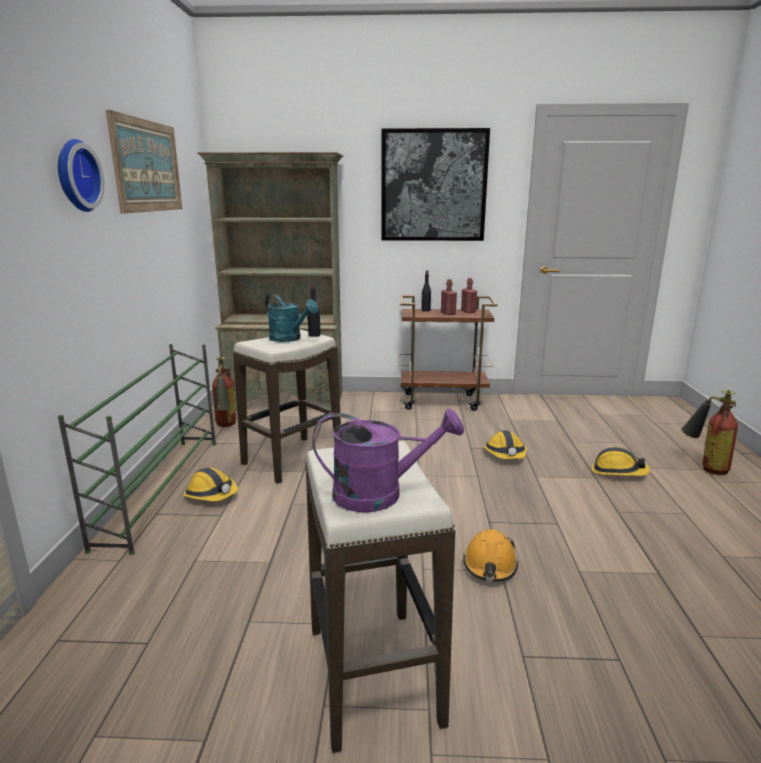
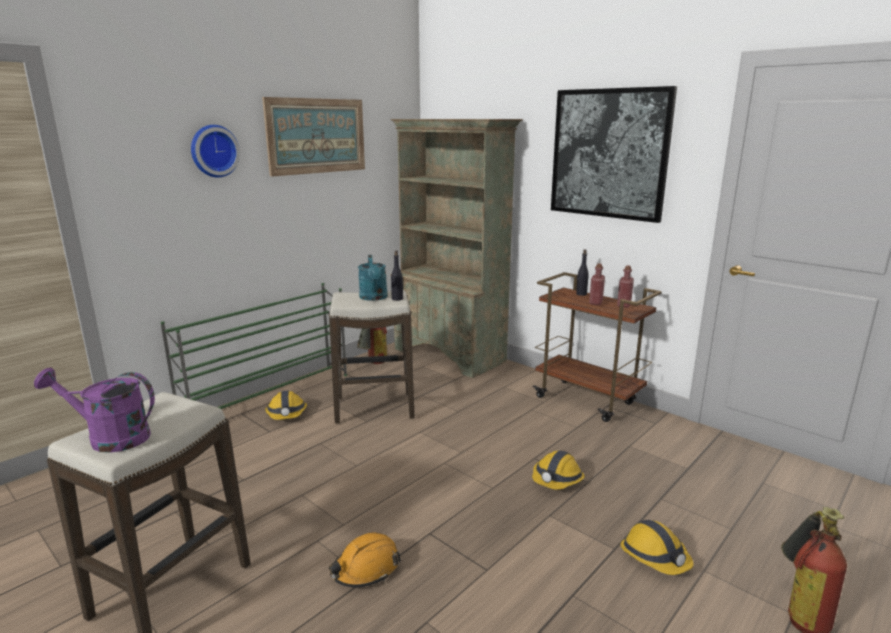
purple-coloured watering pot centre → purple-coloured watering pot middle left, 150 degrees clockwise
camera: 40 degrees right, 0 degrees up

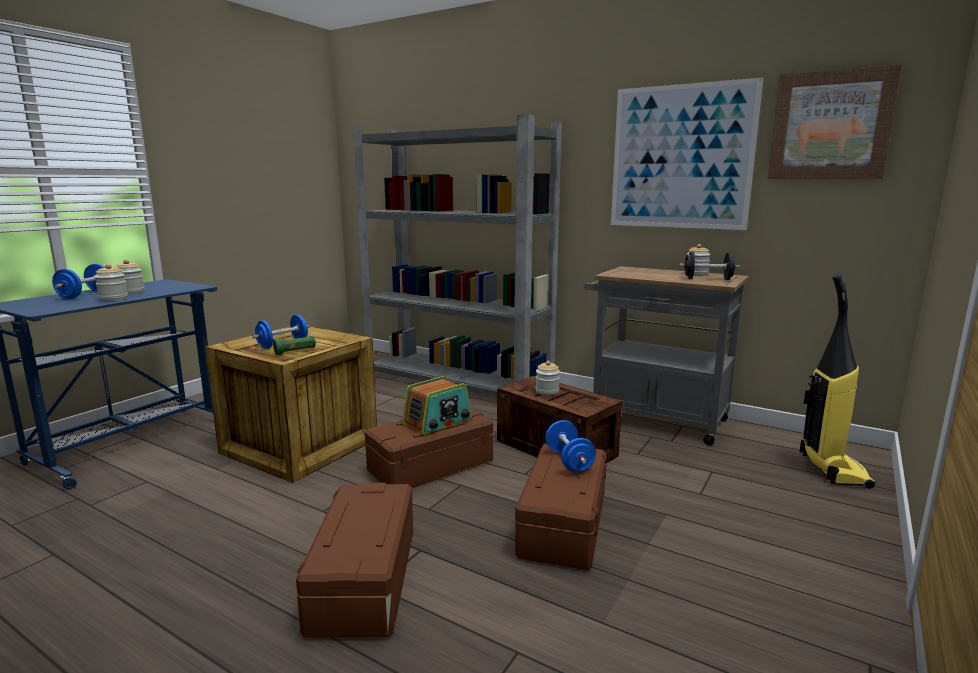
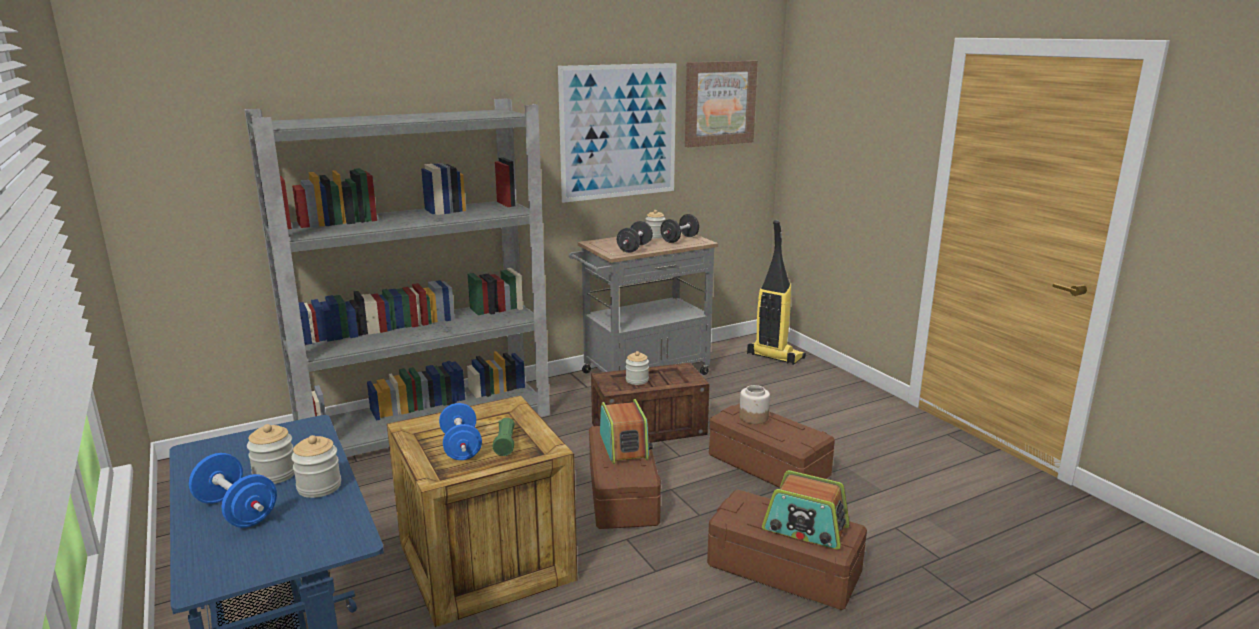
- → black free weight (1st from left) centre
- → radio (2nd from left) bottom centre
blue-coloured free weight (3rd from left) centre → jar (5th from left) centre
camera: 60 degrees left, 5 degrees up

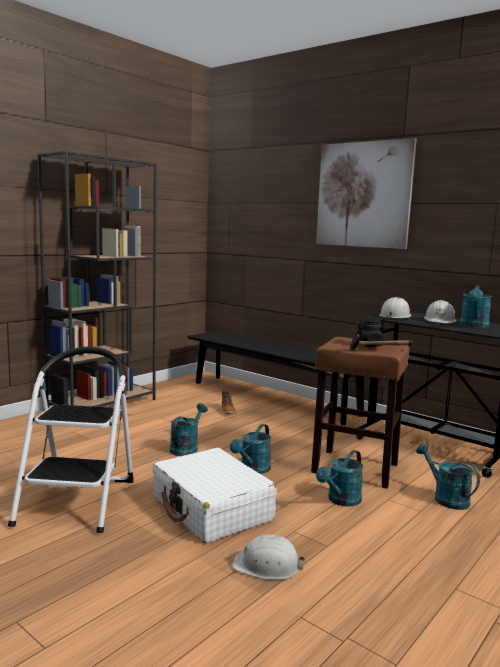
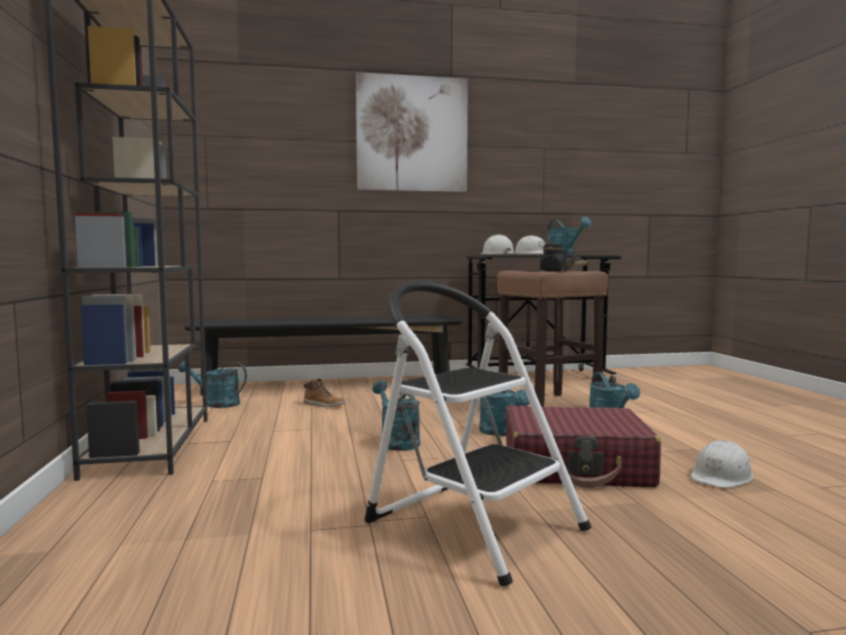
blue-green watering pot (4th from left in the first image) bottom right → blue-green watering pot (1st from left) middle left, move
white suitcase bottom centre → red-coloured suitcase bottom right
camera: 50 degrees left, 5 degrees down

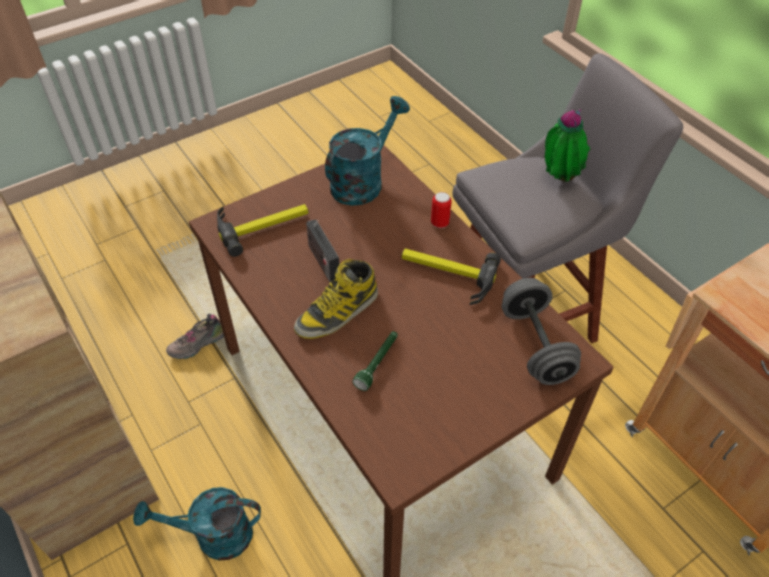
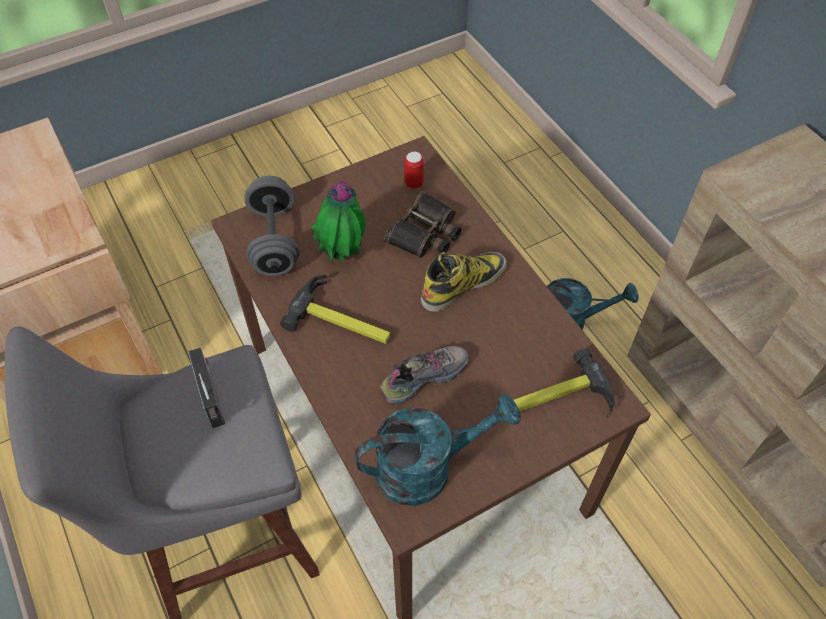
low shoe middle left → low shoe centre, move
radio centre → radio middle left, move
sealed can centre → sealed can top centre, move
potted plant top right → potted plant centre, move
greenish hand torch centre → field glasses centre
blue-green watering pot (2nd from left in the first image) top centre → blue-green watering pot (1st from left) bottom centre, 150 degrees counterclockwise
camera: 175 degrees left, 5 degrees up

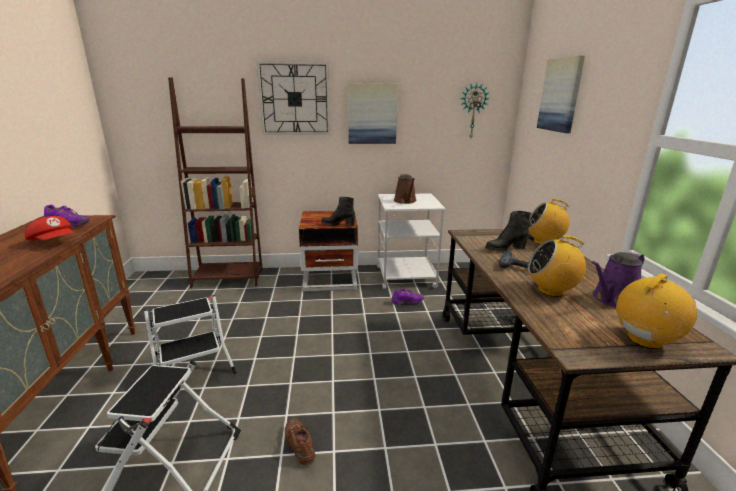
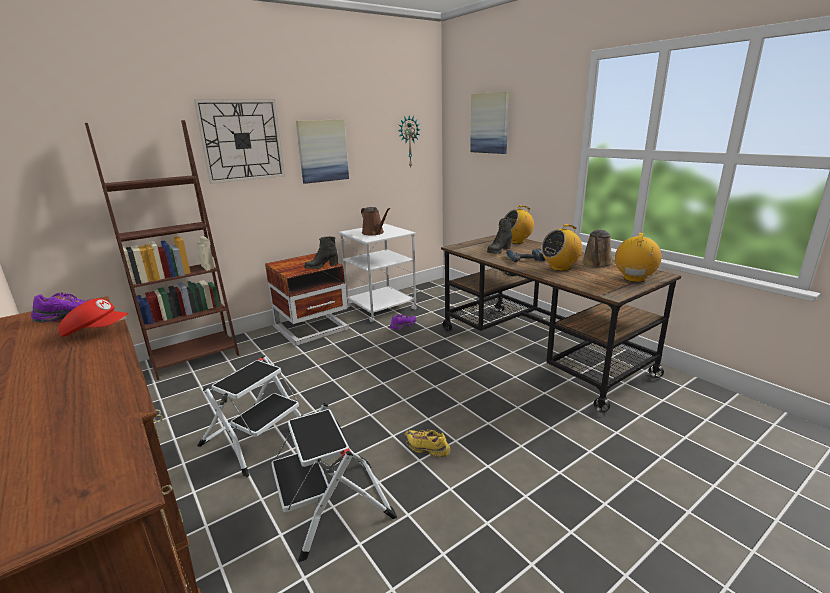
brownish low shoe bottom centre → yellow low shoe bottom centre
purple-coloured watering pot middle right → brownish watering pot (2nd from left) middle right
camera: 30 degrees left, 0 degrees up

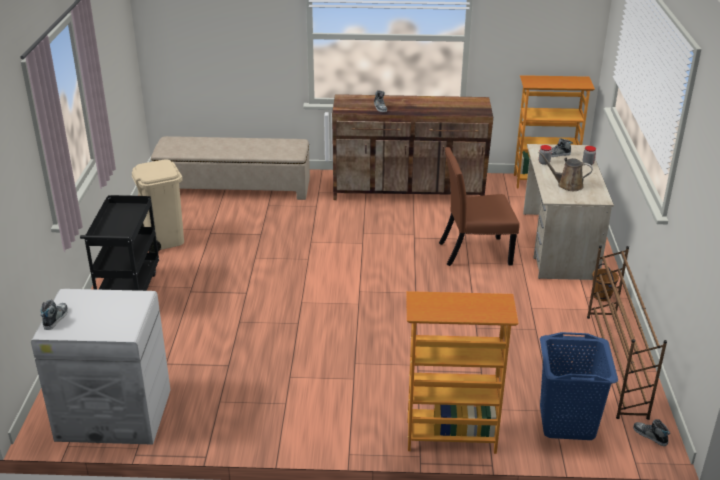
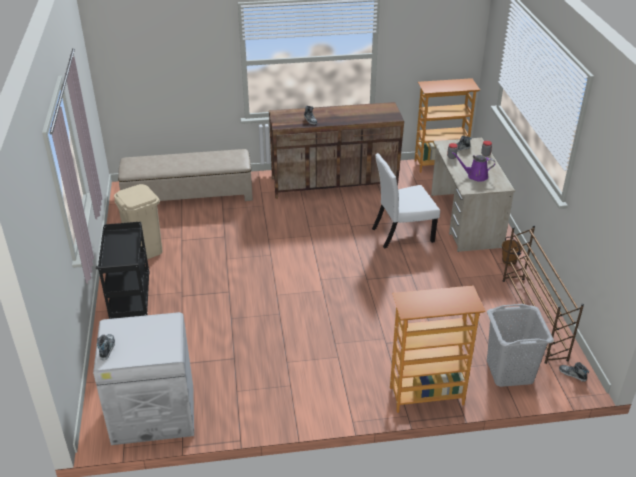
brownish upright chair centre → white upright chair centre
brownish watering pot middle right → purple-coloured watering pot middle right
blue-coloured hamper bottom right → greyish hamper bottom right
camera: 10 degrees left, 5 degrees up

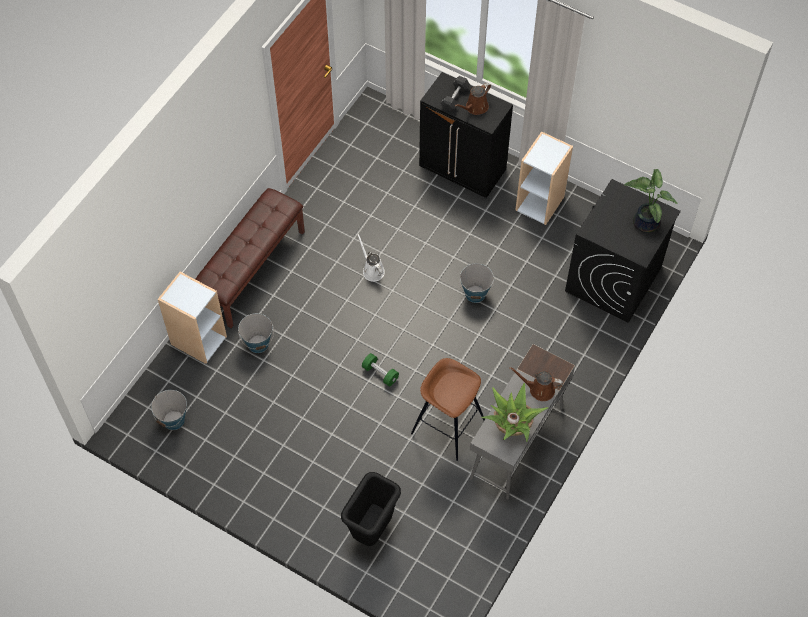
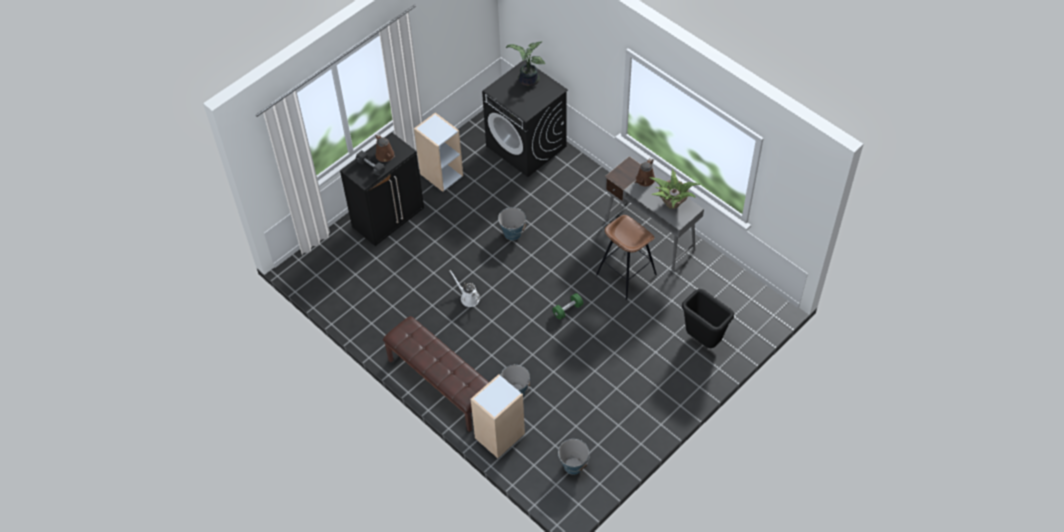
white watering pot centre, 60 degrees clockwise
camera: 75 degrees left, 5 degrees down

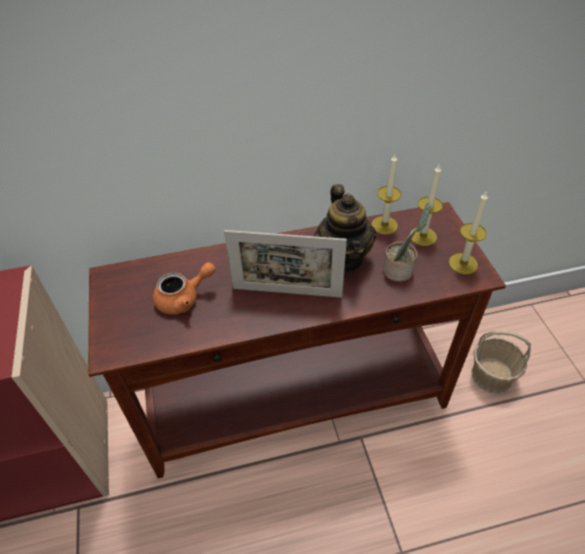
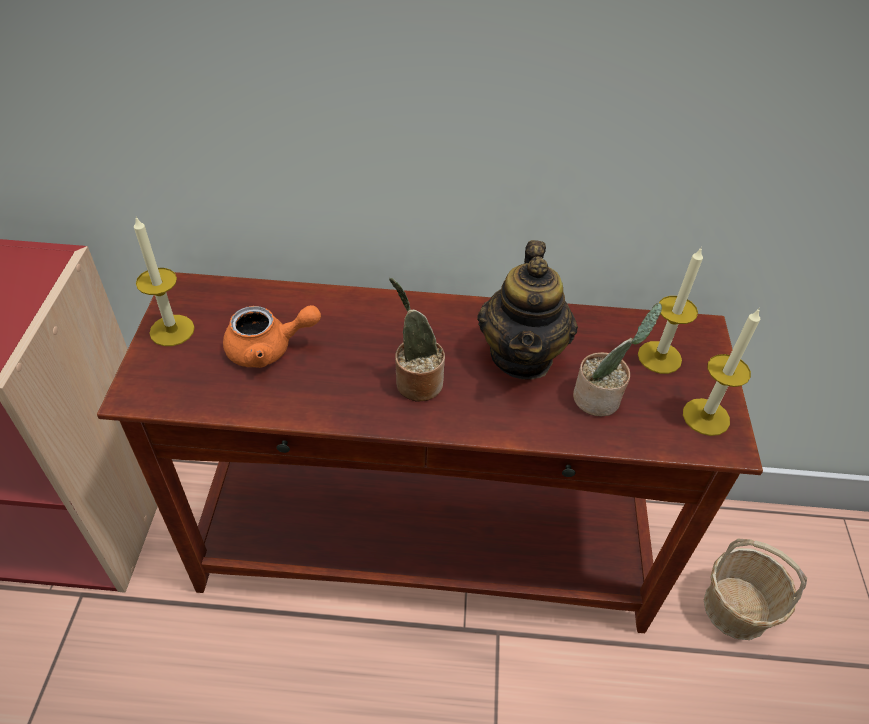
wax light (1st from left) centre → wax light (1st from left) middle left, move
standing frame centre → potted plant (1st from left) centre
camera: 15 degrees right, 0 degrees up

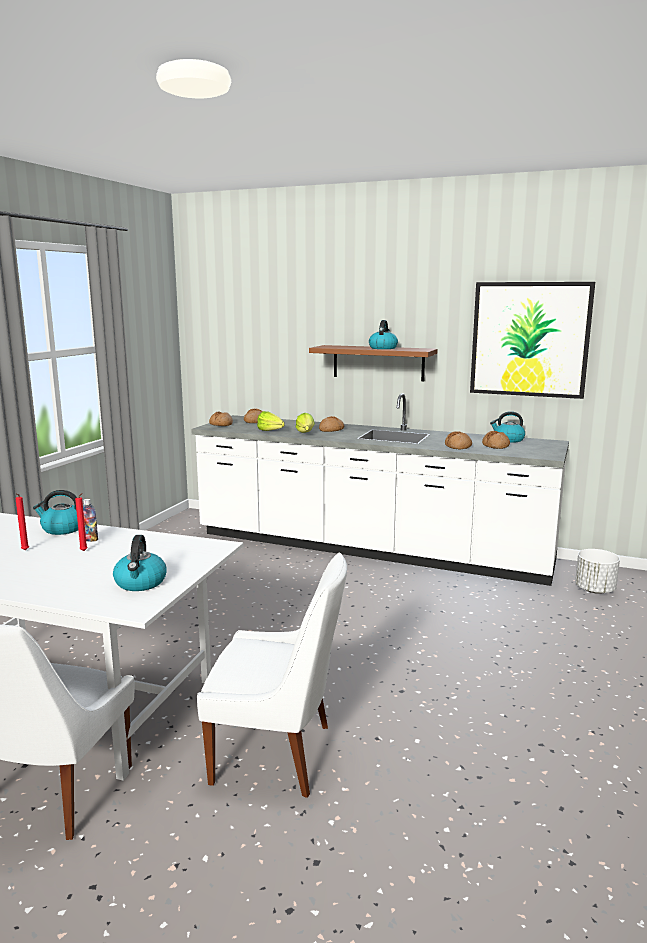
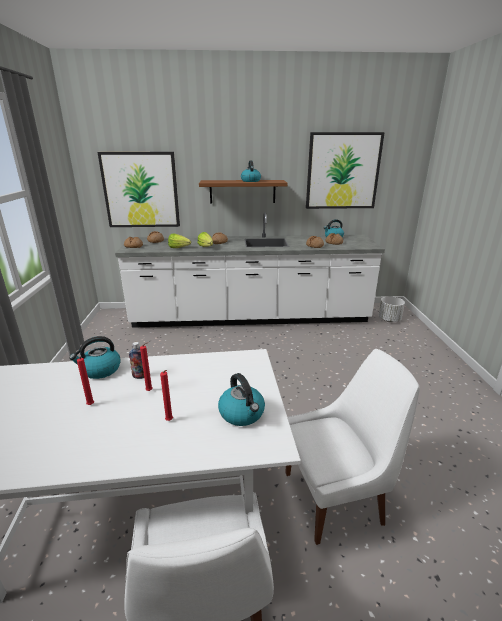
- → picture (1st from left) top left
- → red-coloured wax light (3rd from left) middle left
camera: 25 degrees left, 10 degrees up

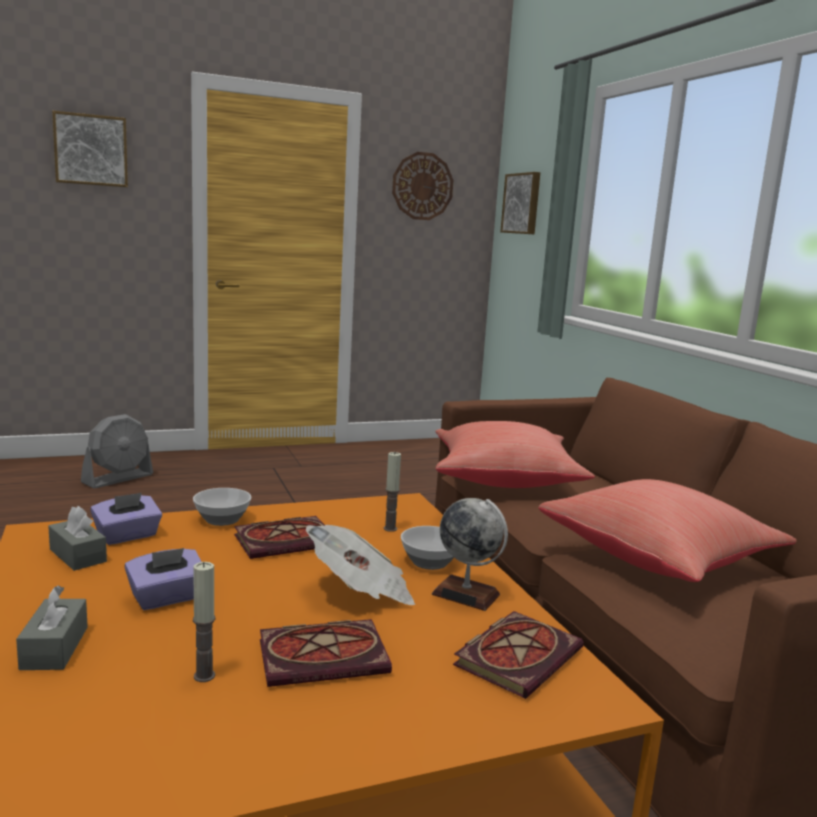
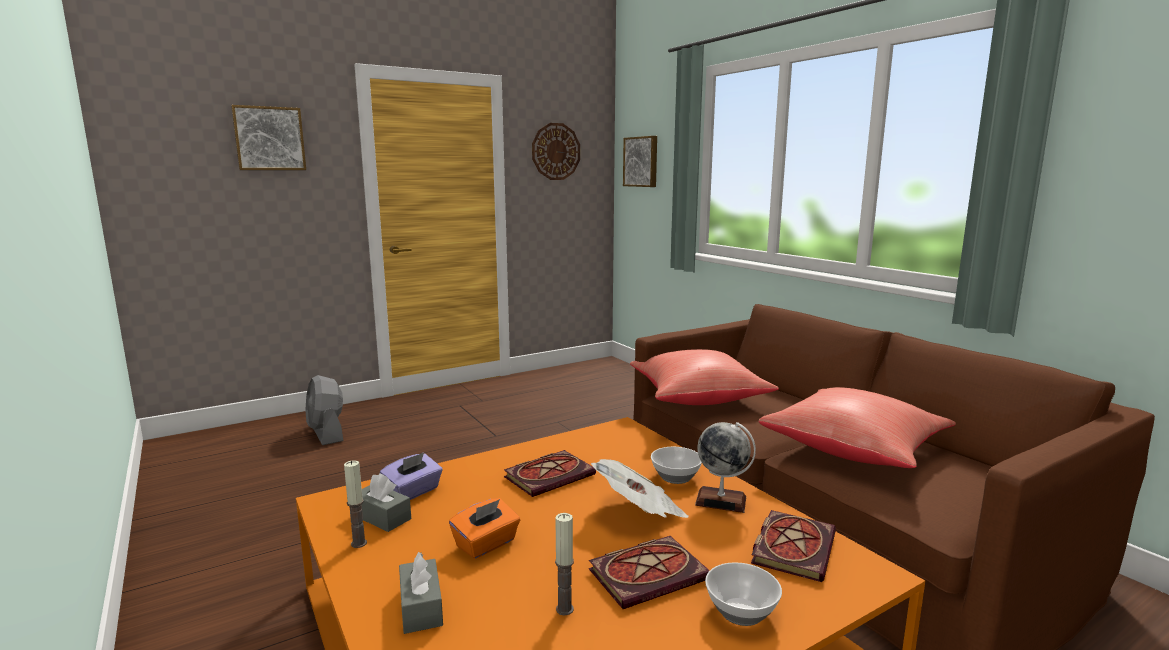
serving bowl (1st from left in the first image) middle left → serving bowl (2nd from left) bottom centre, move
wax light (2nd from left in the first image) centre → wax light (1st from left) bottom left, move
purple-coloured tissue box (2nd from left) bottom left → orange-coloured tissue box bottom centre
greyish fan middle left, 120 degrees clockwise
camera: 10 degrees left, 0 degrees up

